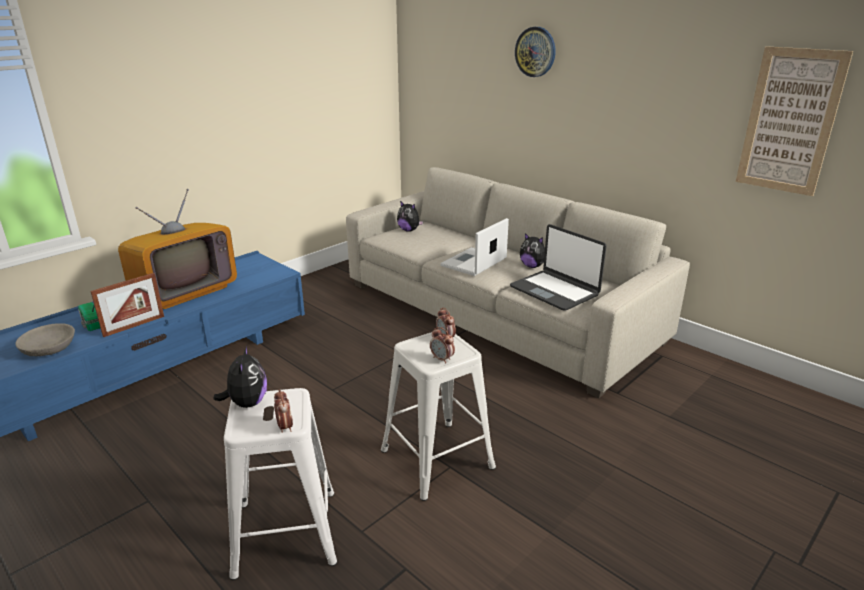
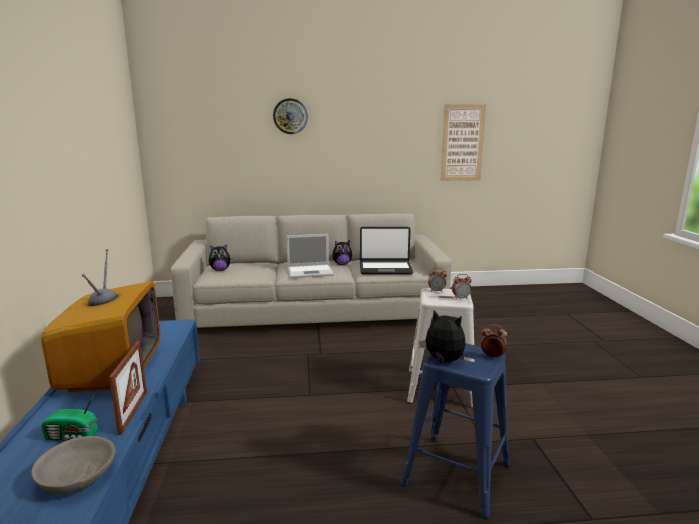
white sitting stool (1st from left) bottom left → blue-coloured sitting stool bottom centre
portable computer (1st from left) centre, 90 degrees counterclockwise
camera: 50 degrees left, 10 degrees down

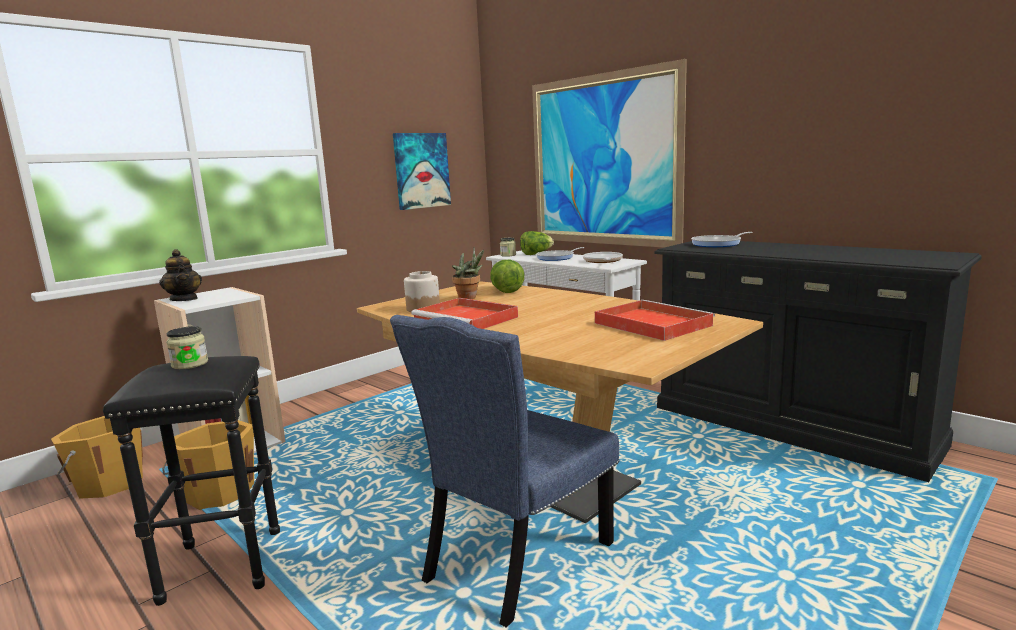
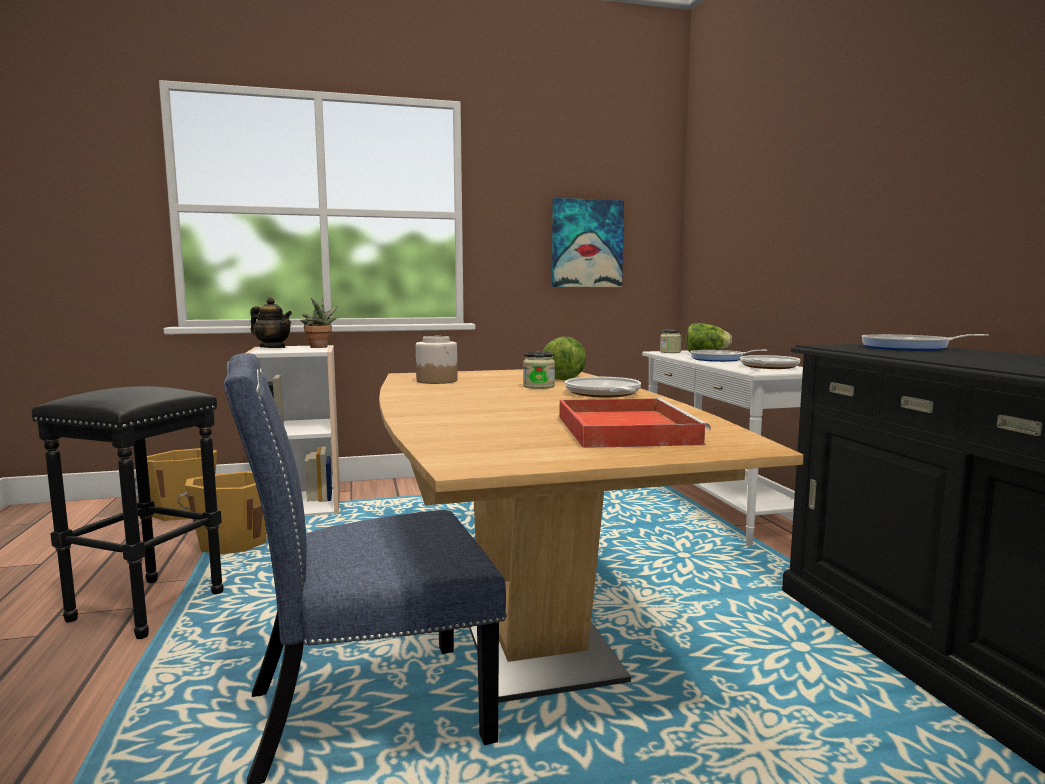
red-coloured carrying tray (1st from left) centre → -
picture (2nd from left) top centre → -
- → pan (1st from left) centre
jar (1st from left in the first image) middle left → jar (2nd from left) centre, move
potted plant centre → potted plant middle left, move
pot for tea middle left, 60 degrees counterclockwise
camera: 30 degrees right, 5 degrees down

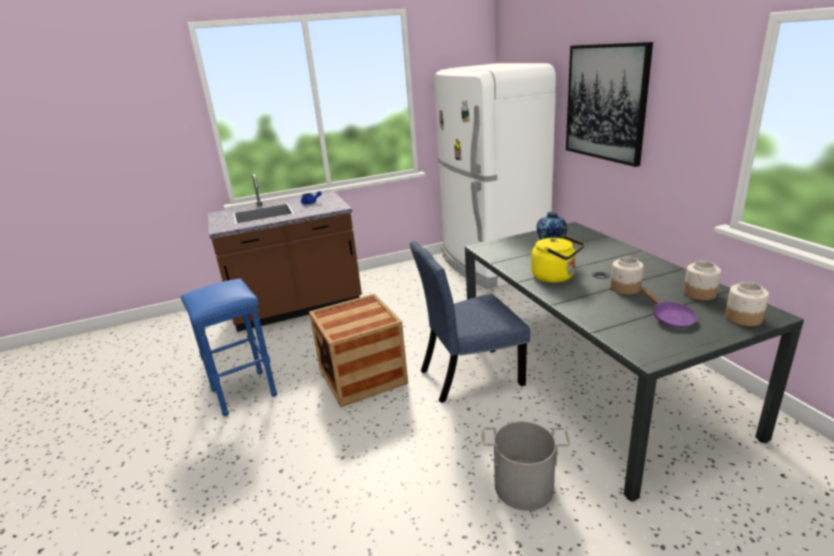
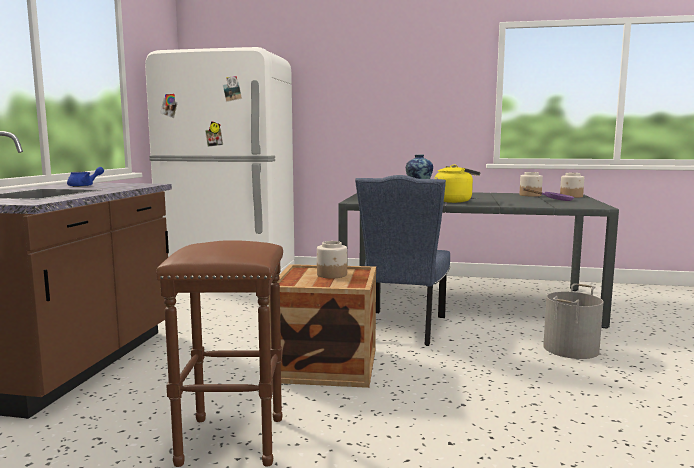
picture top right → -
jar (1st from left) middle right → jar (1st from left) centre, move
blue-coloured sitting stool middle left → brownish sitting stool bottom left
camera: 60 degrees left, 15 degrees down

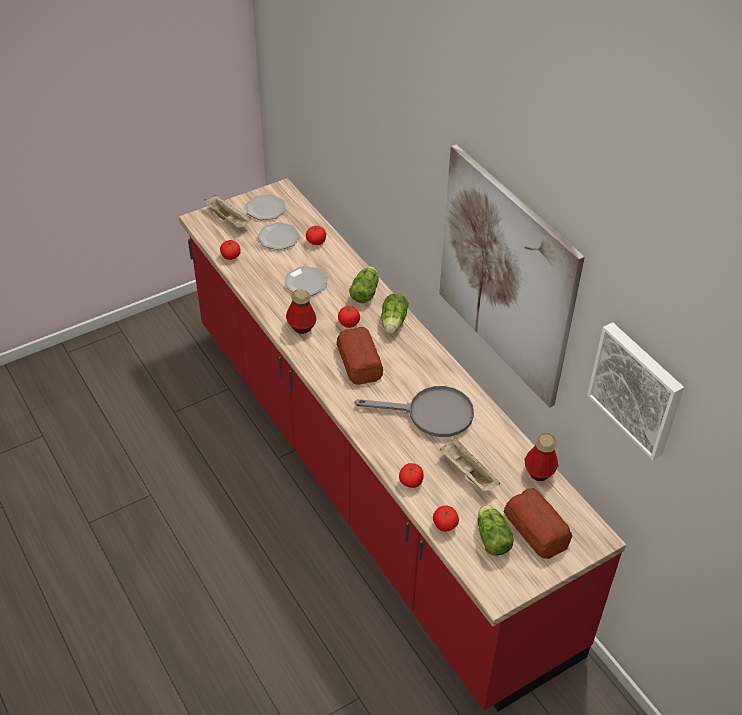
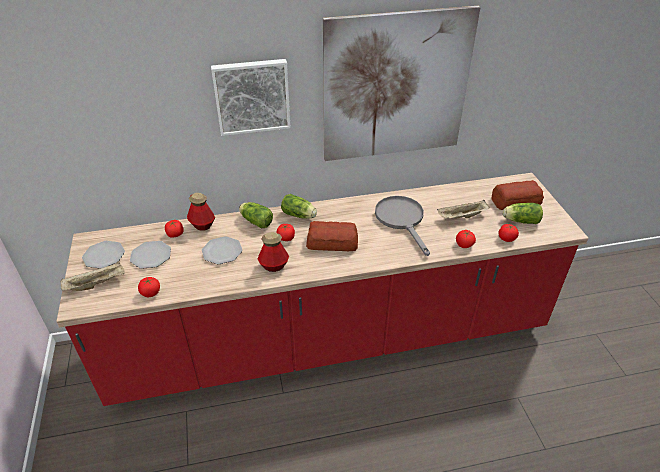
beverage bottle (2nd from left in the first image) middle right → beverage bottle (1st from left) middle left, move
picture (2nd from left in the first image) middle right → picture (1st from left) top centre, move
greyish pan centre, 45 degrees counterclockwise
camera: 70 degrees left, 5 degrees down

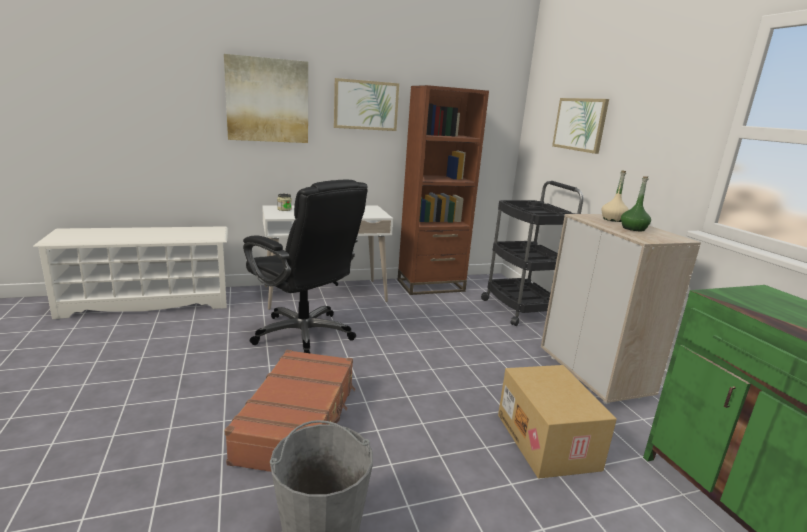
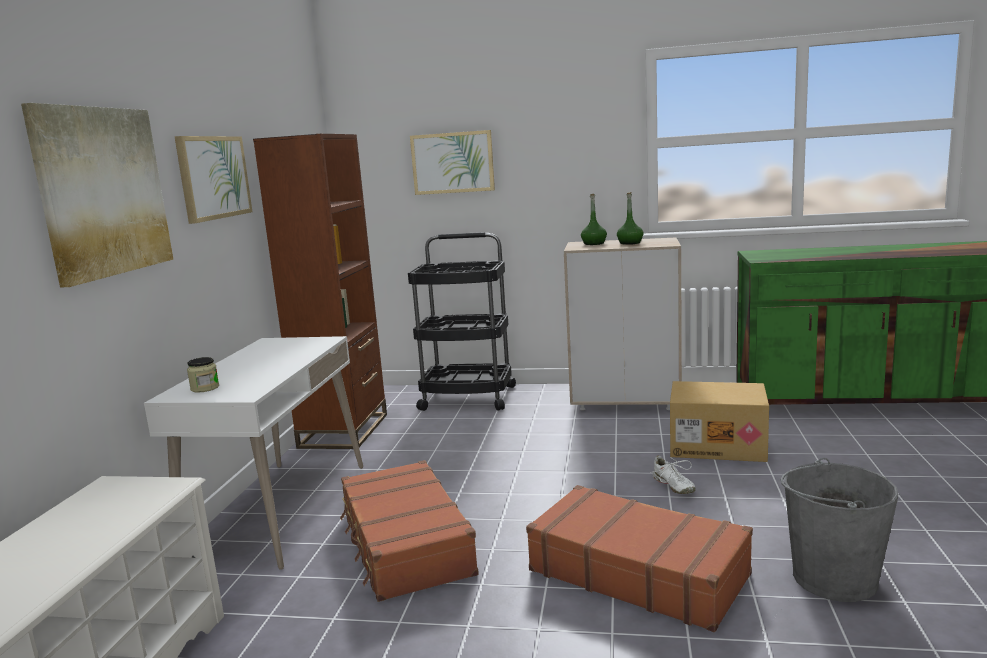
- → white low shoe bottom right
black computer chair centre → brownish suitcase (1st from left) bottom centre
beige beverage bottle middle right → greenish beverage bottle (1st from left) top centre
camera: 60 degrees left, 5 degrees down

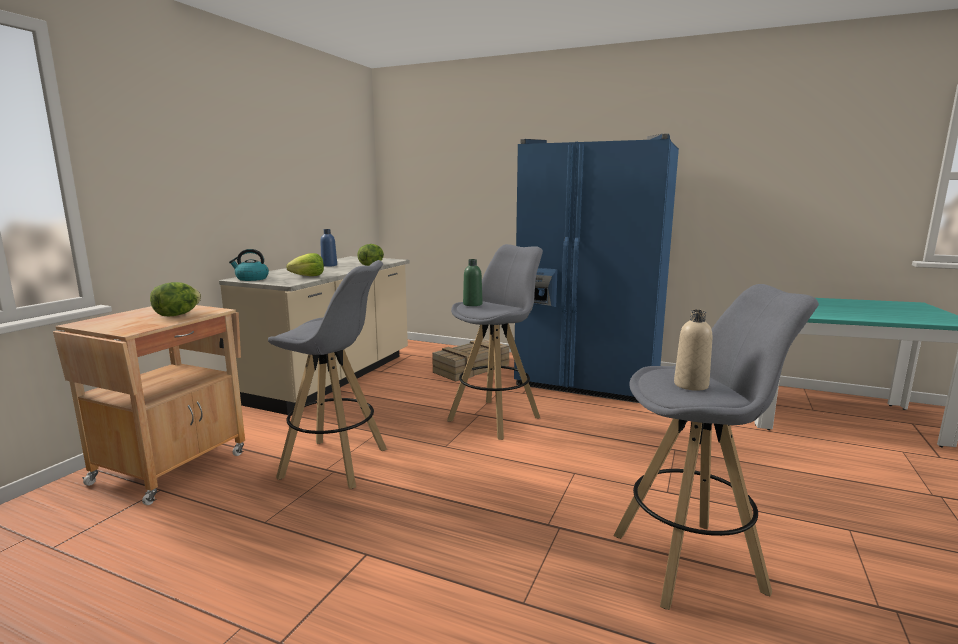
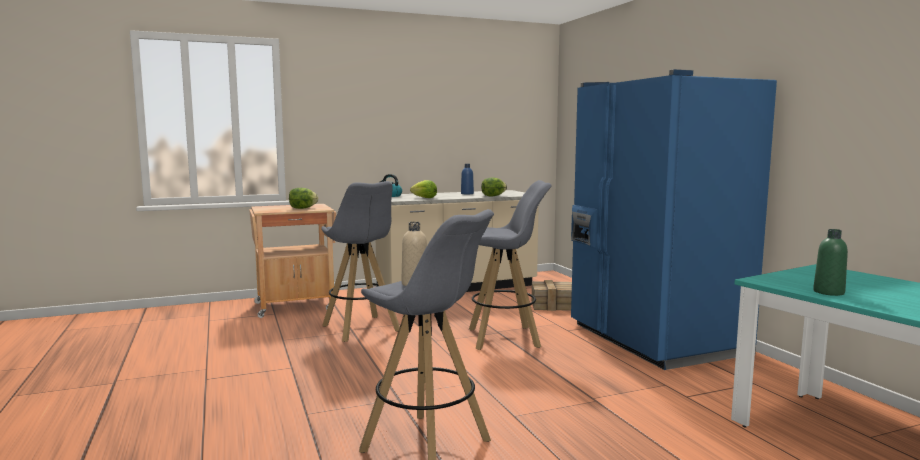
greenish beverage bottle centre → greenish beverage bottle middle right, move
camera: 45 degrees right, 5 degrees down

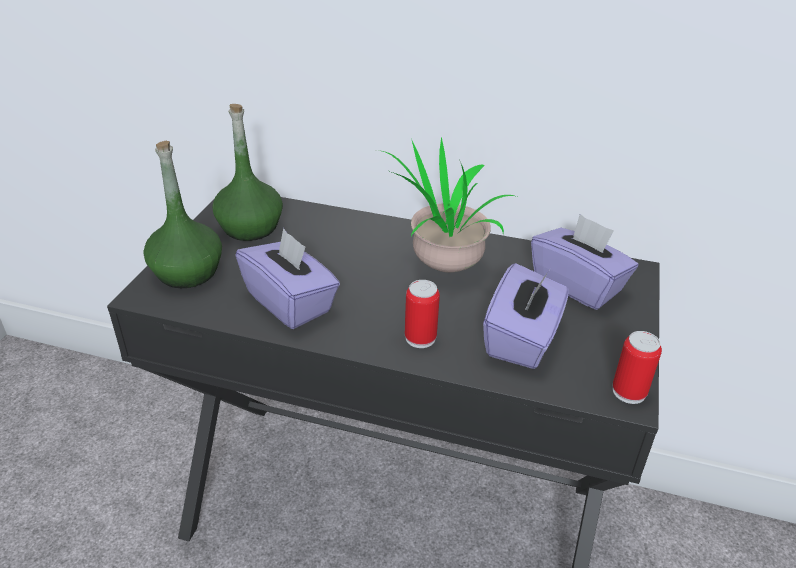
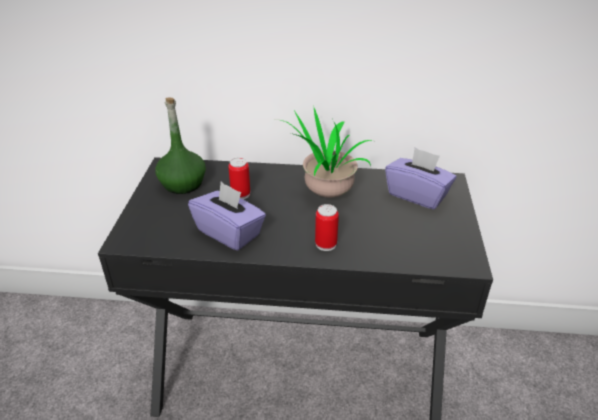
greenish beverage bottle (1st from left) middle left → -
purple-coloured tissue box (2nd from left) centre → -
sealed can (2nd from left in the first image) middle right → sealed can (1st from left) centre, move
camera: 10 degrees left, 0 degrees up

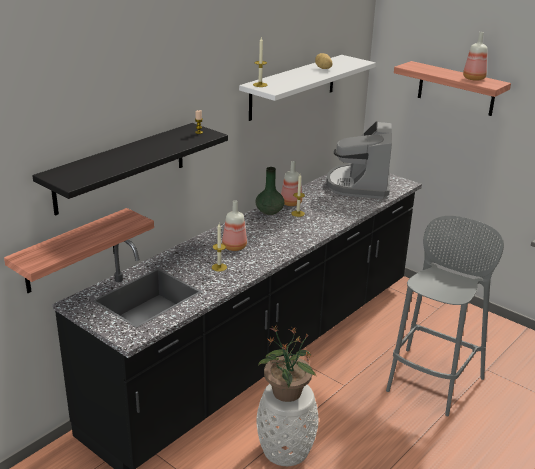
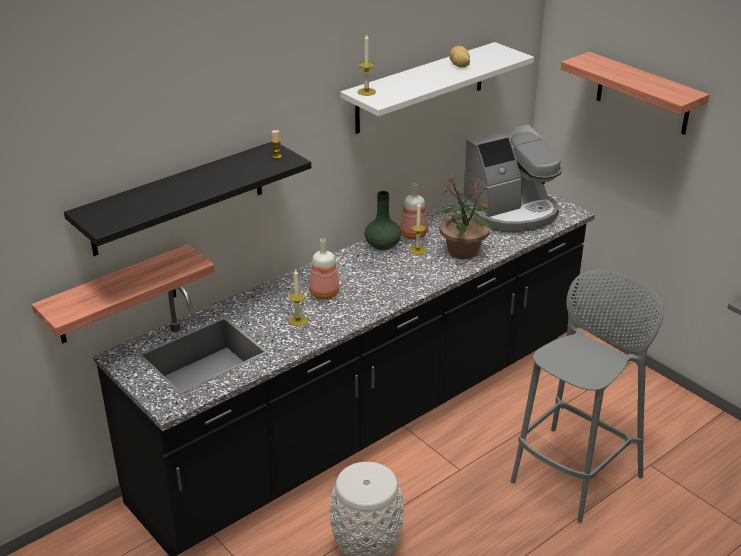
beverage bottle (3rd from left) top right → -
potted plant bottom centre → potted plant centre, move
coffee brewer middle right → coffee brewer top right, 135 degrees counterclockwise
camera: 10 degrees right, 5 degrees up

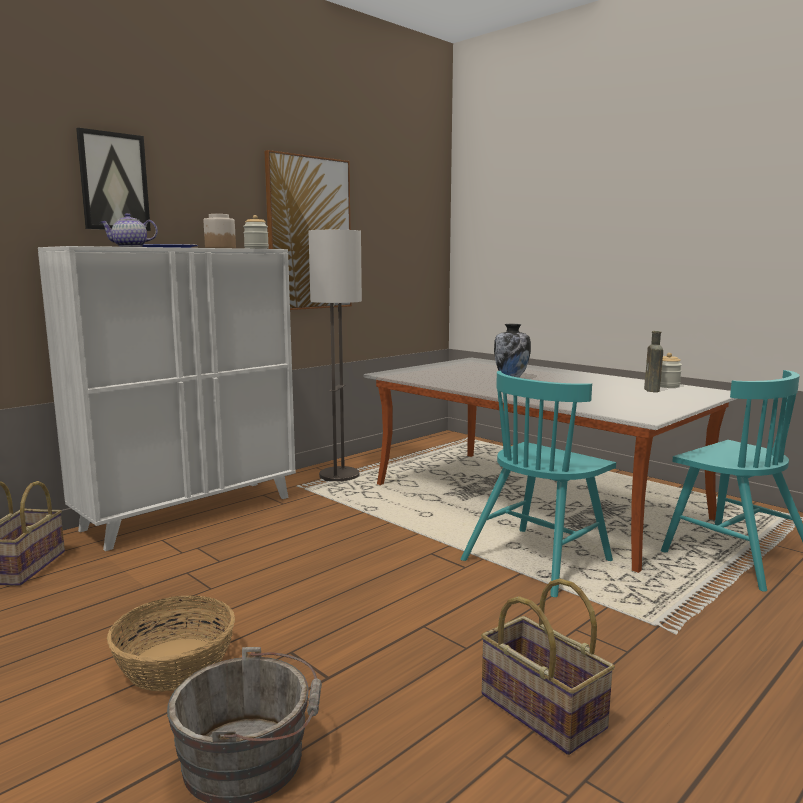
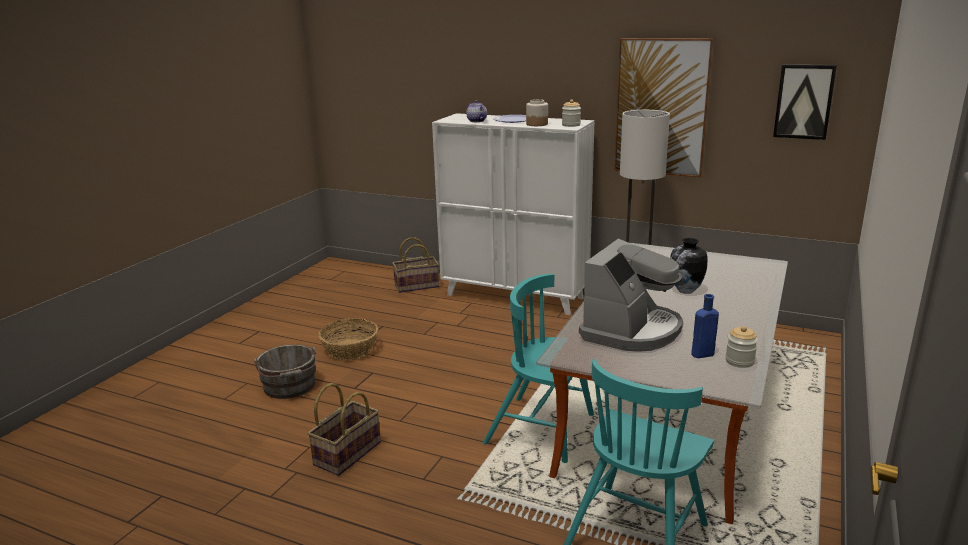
- → coffee brewer centre
picture (1st from left in the first image) top left → picture (2nd from left) top right, move
brownish beverage bottle middle right → blue-coloured beverage bottle middle right
camera: 70 degrees right, 10 degrees up

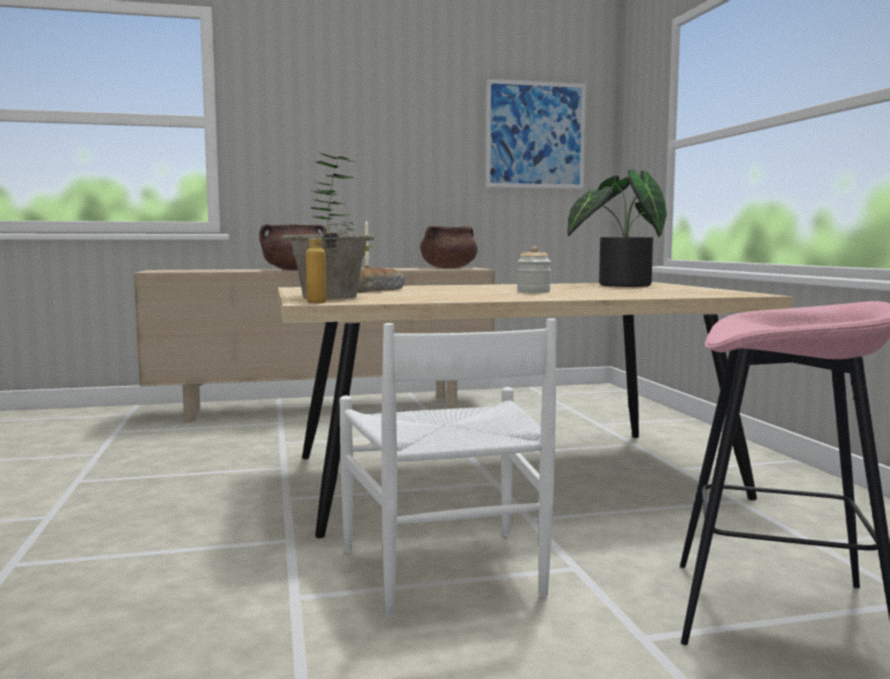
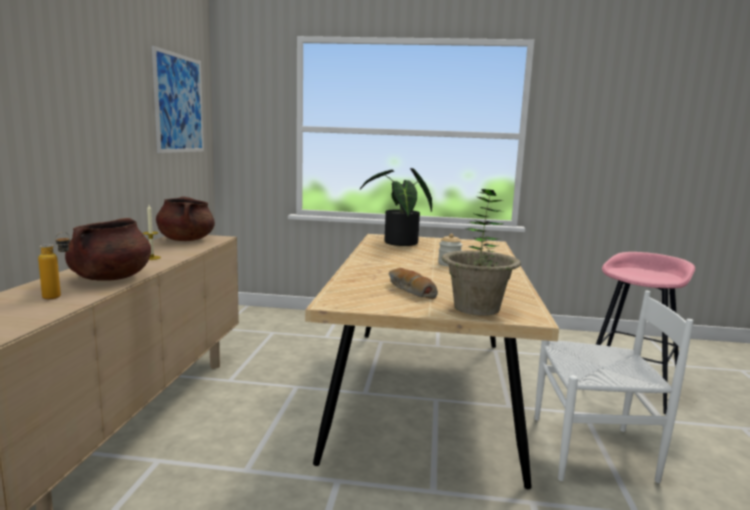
beverage bottle centre → beverage bottle middle left, move
camera: 70 degrees left, 5 degrees up

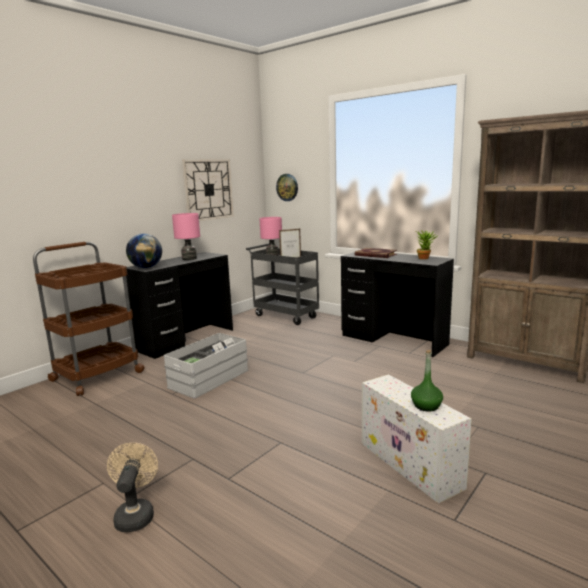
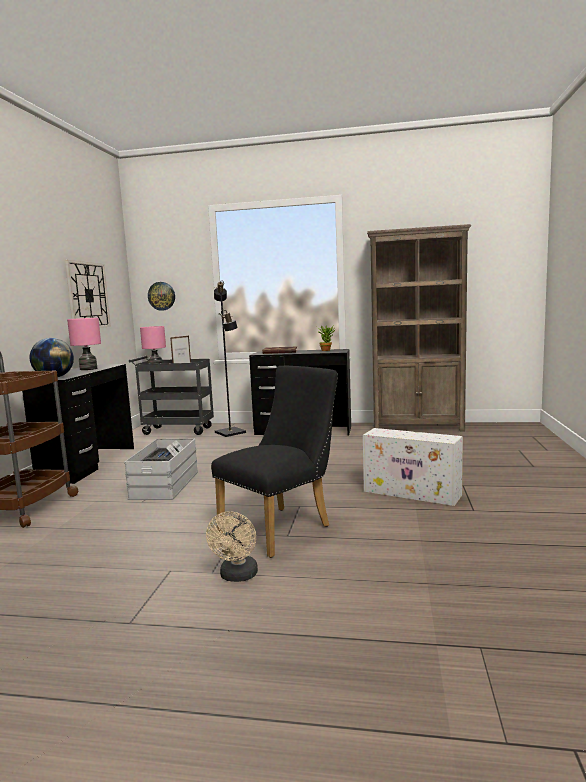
greenish beverage bottle middle right → -
- → black upright chair centre
- → black floor lamp centre
beige fan bottom left → beige fan bottom centre, 135 degrees counterclockwise
camera: 30 degrees left, 5 degrees down

